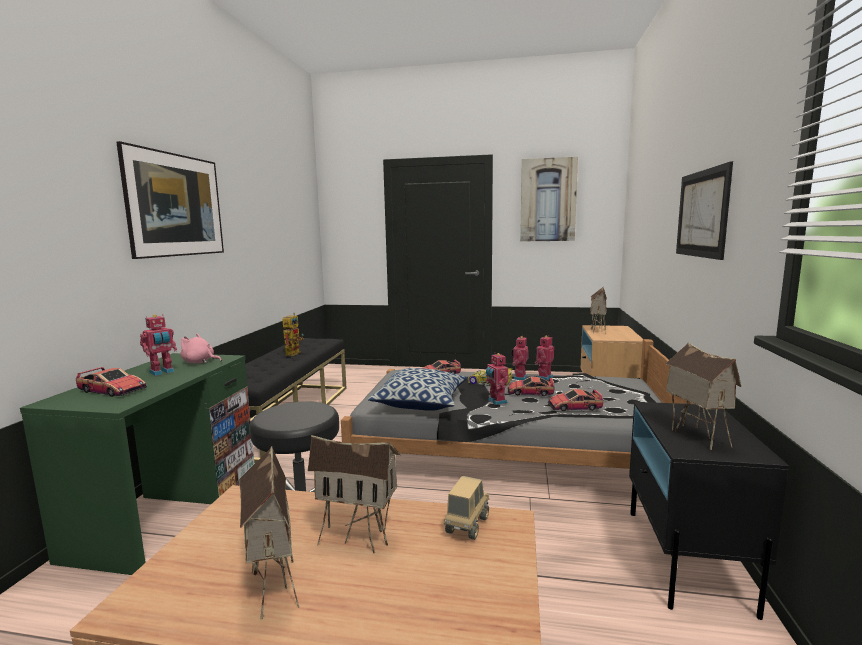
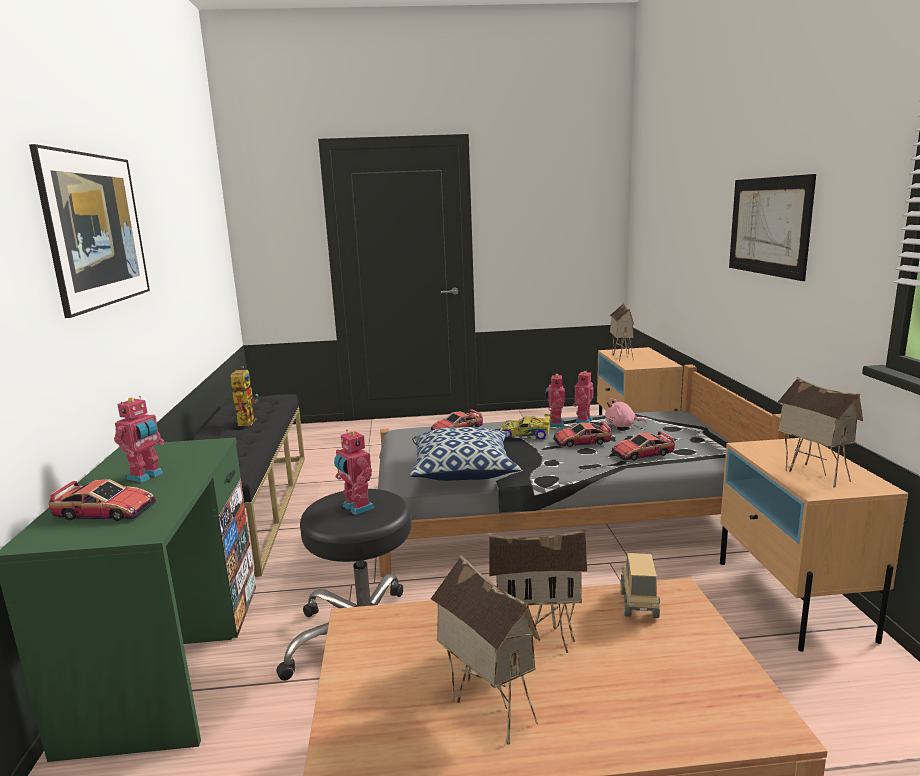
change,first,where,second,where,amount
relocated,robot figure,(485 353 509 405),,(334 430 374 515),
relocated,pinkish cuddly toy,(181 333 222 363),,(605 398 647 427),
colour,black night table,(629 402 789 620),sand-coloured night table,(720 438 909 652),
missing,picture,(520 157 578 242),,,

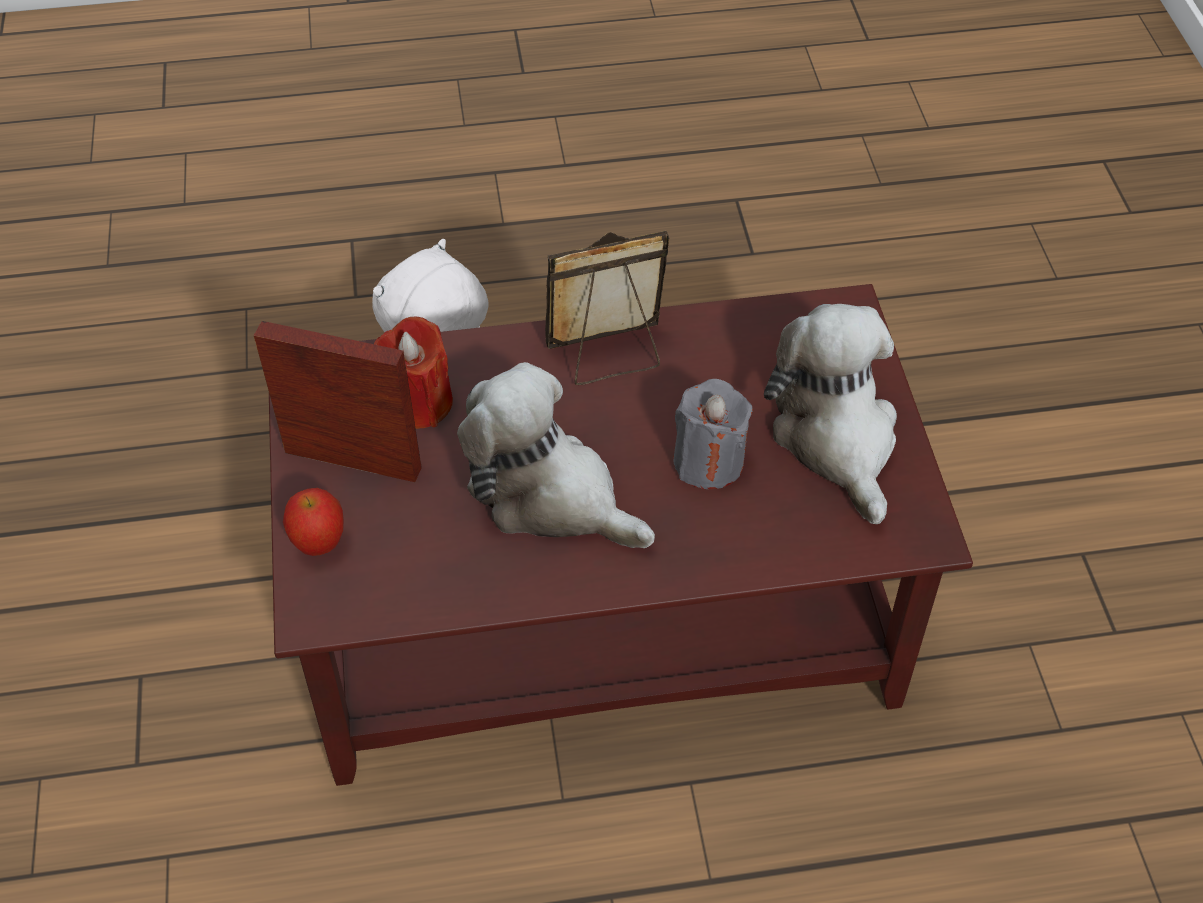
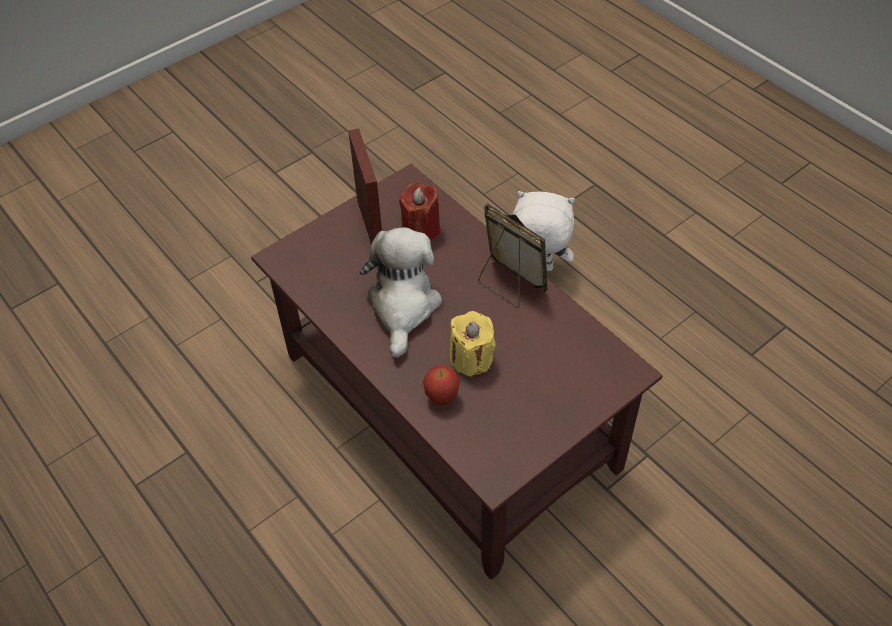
change,first,where,second,where,amount
relocated,whole apple,(283 488 344 556),,(423 365 460 405),
colour,grey candle,(673 379 753 489),yellow-coloured candle,(450 311 496 376),
missing,cuddly toy,(764 304 897 525),,,

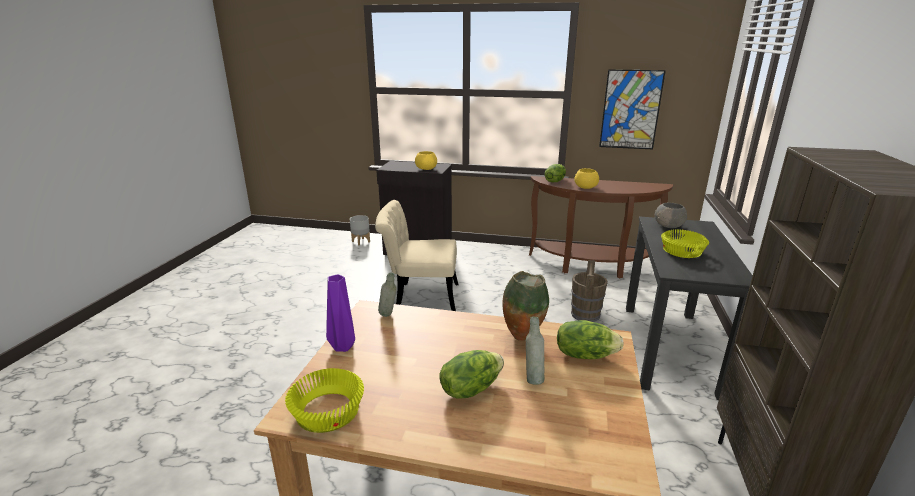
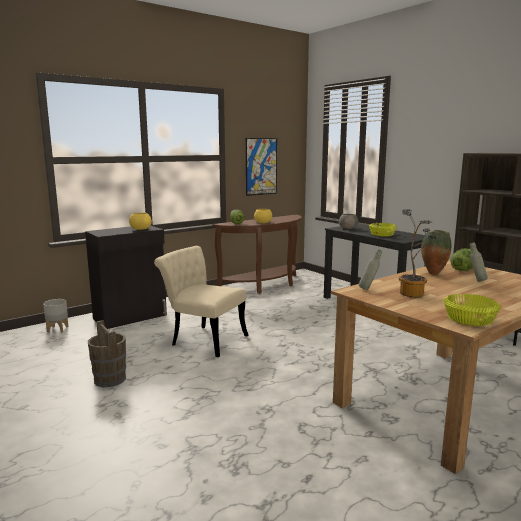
change,first,where,second,where,amount
relocated,brown-coloured pail,(571 260 608 322),,(88 320 126 387),
spun,sand-coloured plain chair,(375 200 458 311),,(154 246 249 358),75 degrees clockwise
appeared,,,houseplant,(399 209 437 297),
missing,purplish decorative vase,(326 274 355 352),,,
missing,lettuce head,(439 350 504 399),,,

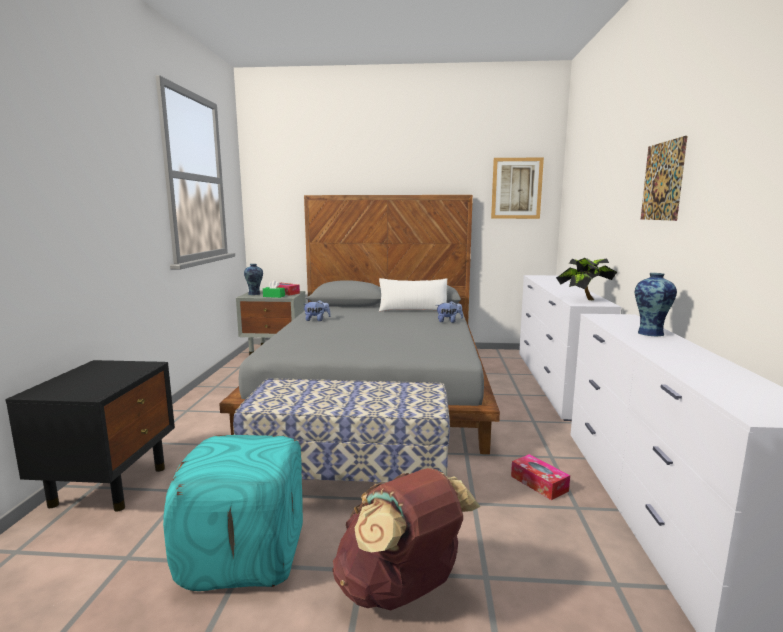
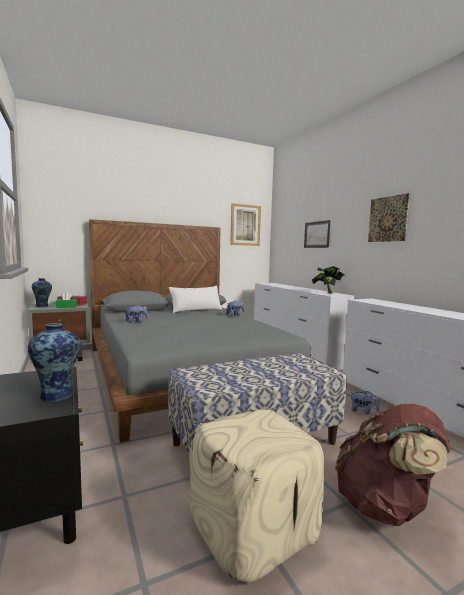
change,first,where,second,where,amount
relocated,decorative vase,(635 273 677 337),,(28 323 81 402),
colour,blue-green ottoman,(163 435 303 591),sand-coloured ottoman,(189 409 324 582),
appeared,,,picture,(304 220 331 248),
exchanged,tissue box,(511 454 570 500),cuddly toy,(350 391 379 415),

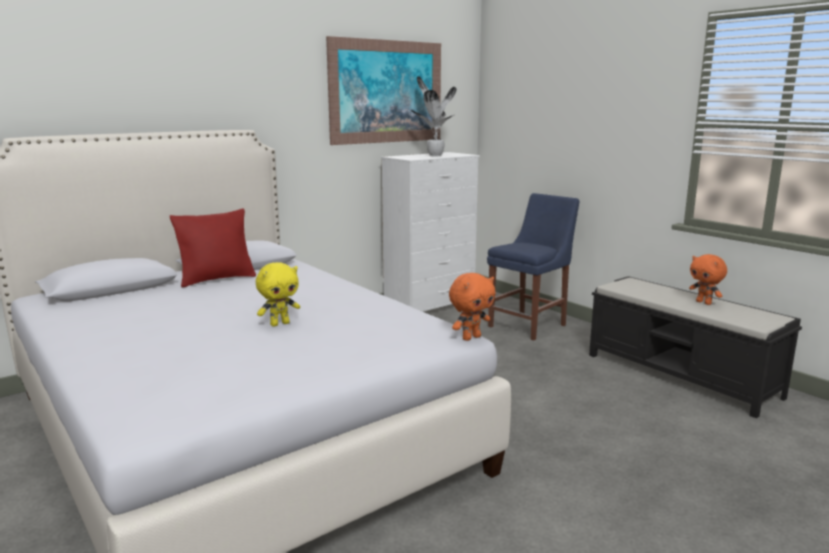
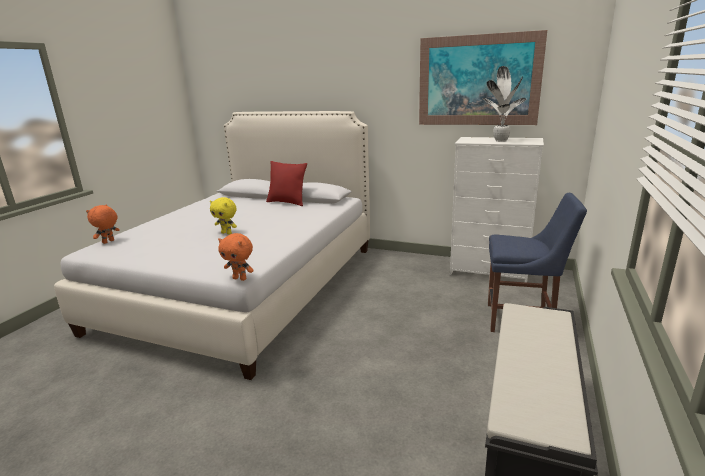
change,first,where,second,where,amount
relocated,orange cuddly toy,(689 254 727 305),,(86 204 120 244),

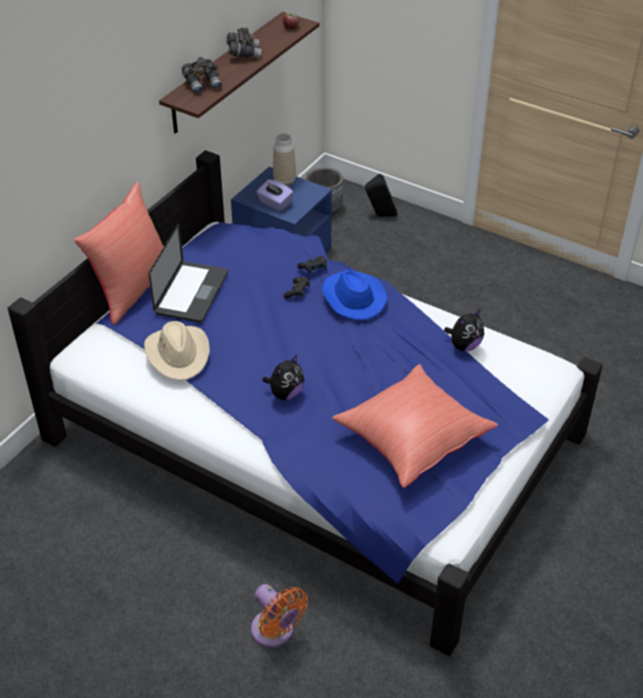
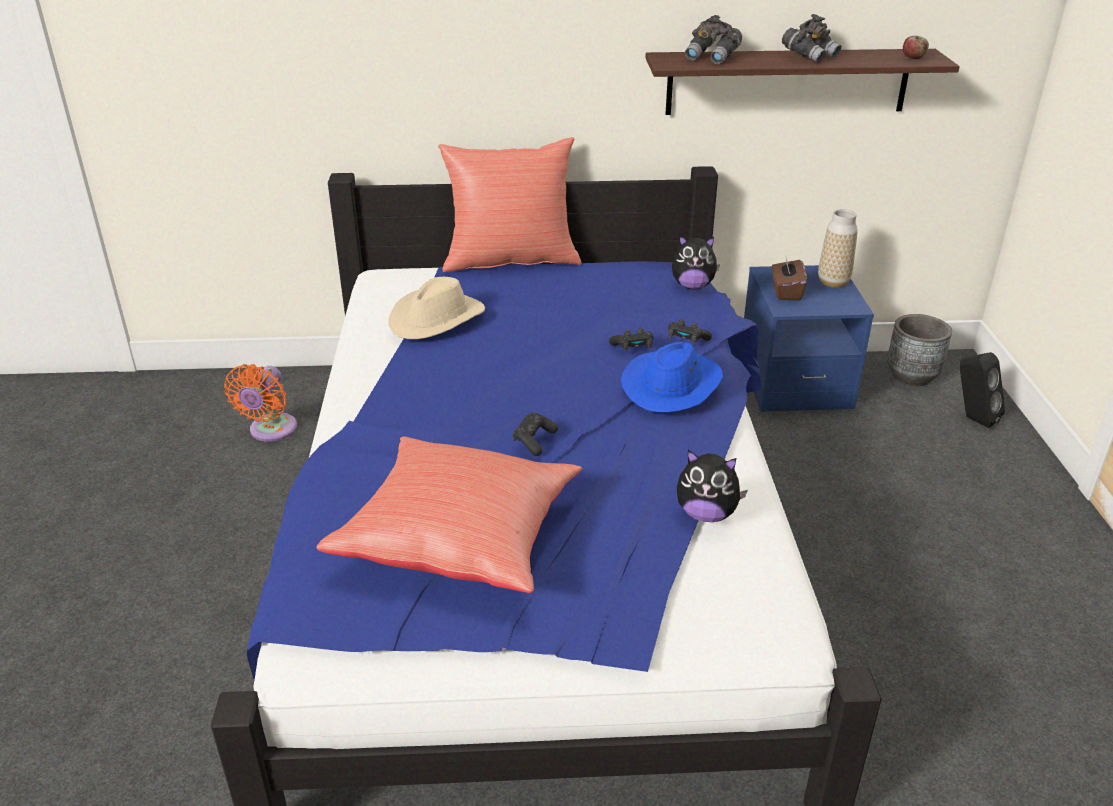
change,first,where,second,where,amount
relocated,orange cooling fan,(251 584 308 648),,(224 364 297 441),
appeared,,,black game controller,(513 412 558 456),
relocated,cuddly toy,(262 355 304 400),,(672 235 720 289),
colour,purplish tissue box,(256 179 294 211),brown-coloured tissue box,(772 258 807 300),
missing,notebook computer,(149 223 228 323),,,

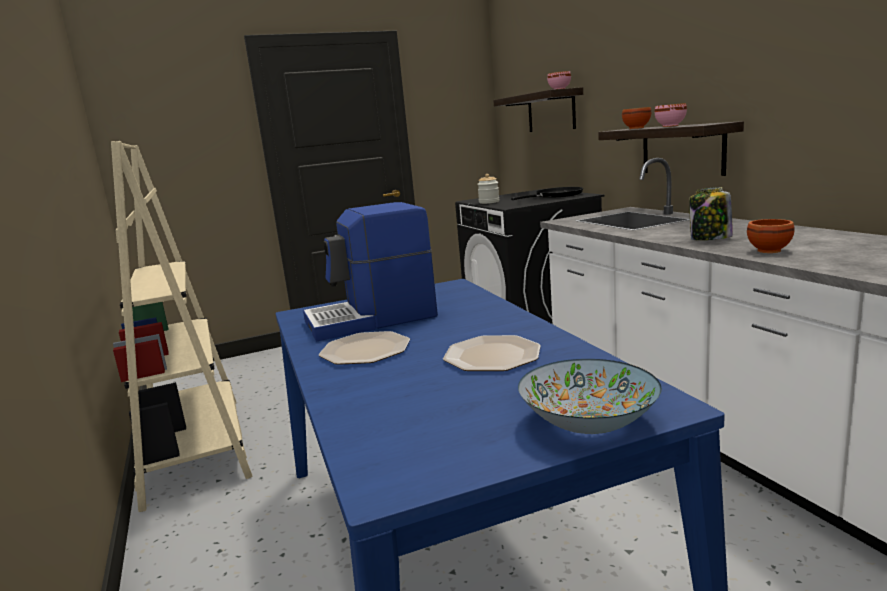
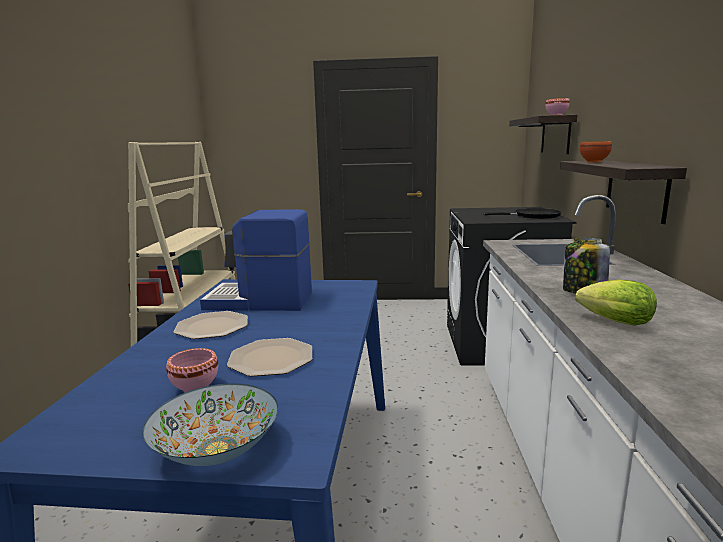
change,first,where,second,where,amount
relocated,pinkish deep dish,(654 103 687 127),,(166 348 218 393),
exchanged,brown-coloured deep dish,(747 219 795 253),lettuce head,(575 279 657 326),
missing,jar,(477 174 499 204),,,

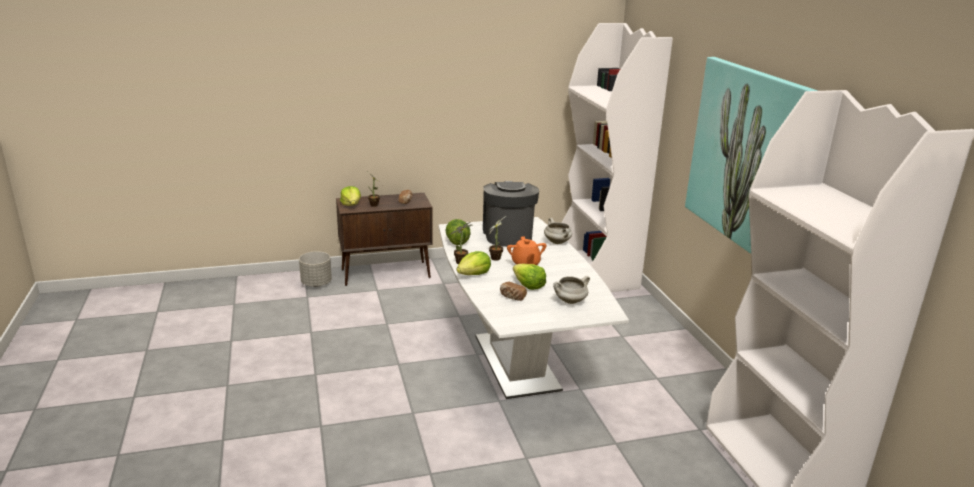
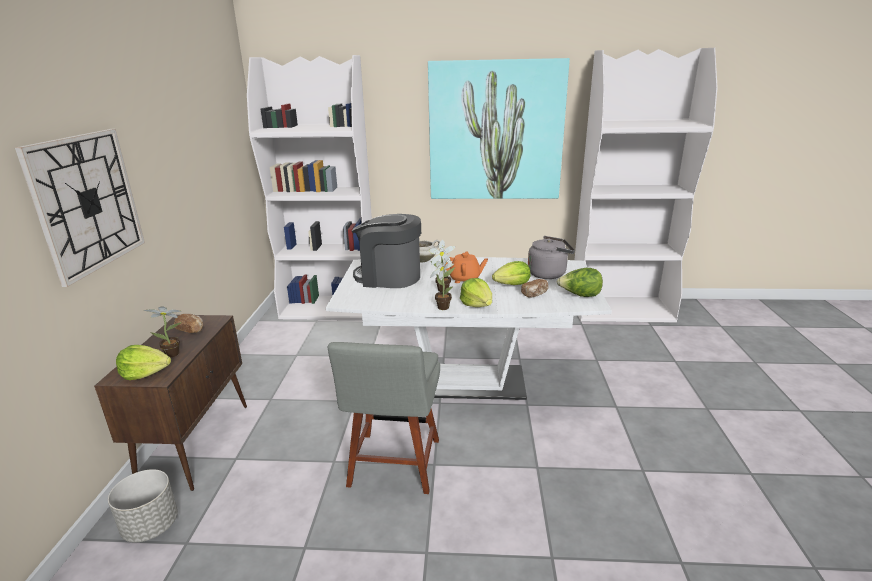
change,first,where,second,where,amount
appeared,,,wall clock,(15 129 145 287),
appeared,,,grey plain chair,(328 342 440 494),
exchanged,white-coloured stockpot,(553 276 590 304),grey tea kettle,(528 236 575 279),
relocated,lettuce head,(445 219 471 245),,(557 268 603 297),

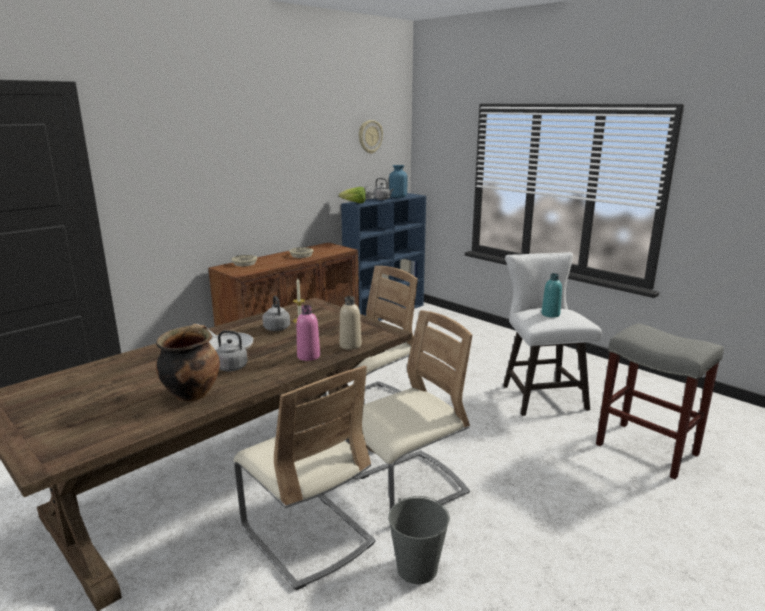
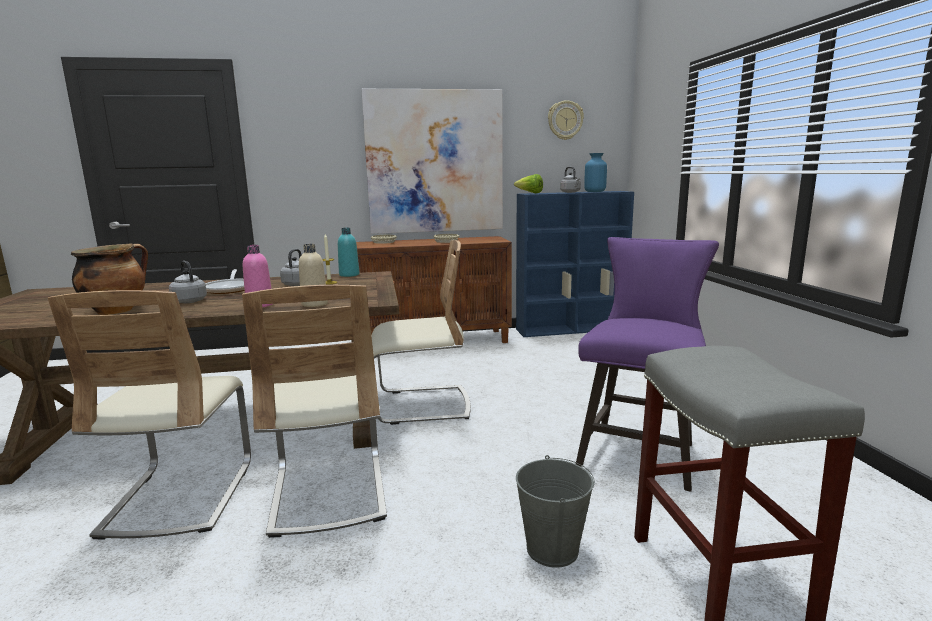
change,first,where,second,where,amount
spun,sand-coloured plain chair,(346 310 472 510),,(242 285 387 538),75 degrees clockwise
relocated,blue-green beverage bottle,(541 273 562 317),,(338 228 360 277),
appeared,,,picture,(361 89 503 234),
relocated,grey pail,(388 496 450 584),,(516 455 595 568),
colour,white-coloured stool seat,(503 252 602 416),purplish stool seat,(576 237 719 492),

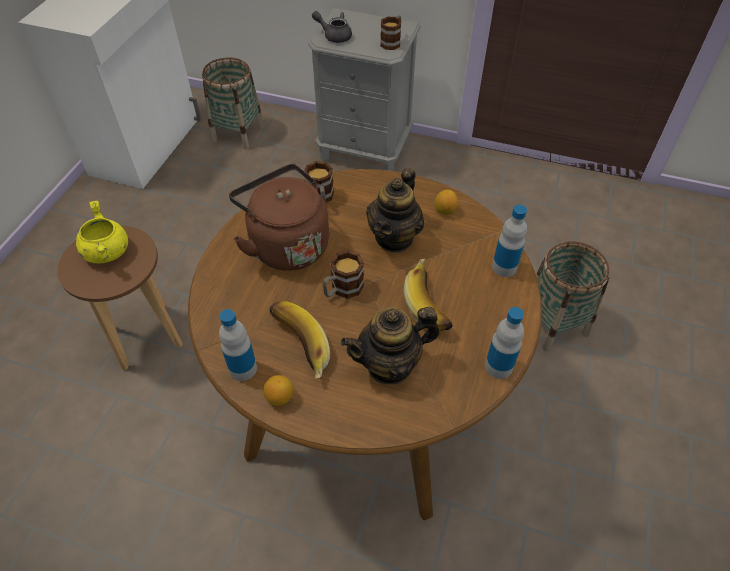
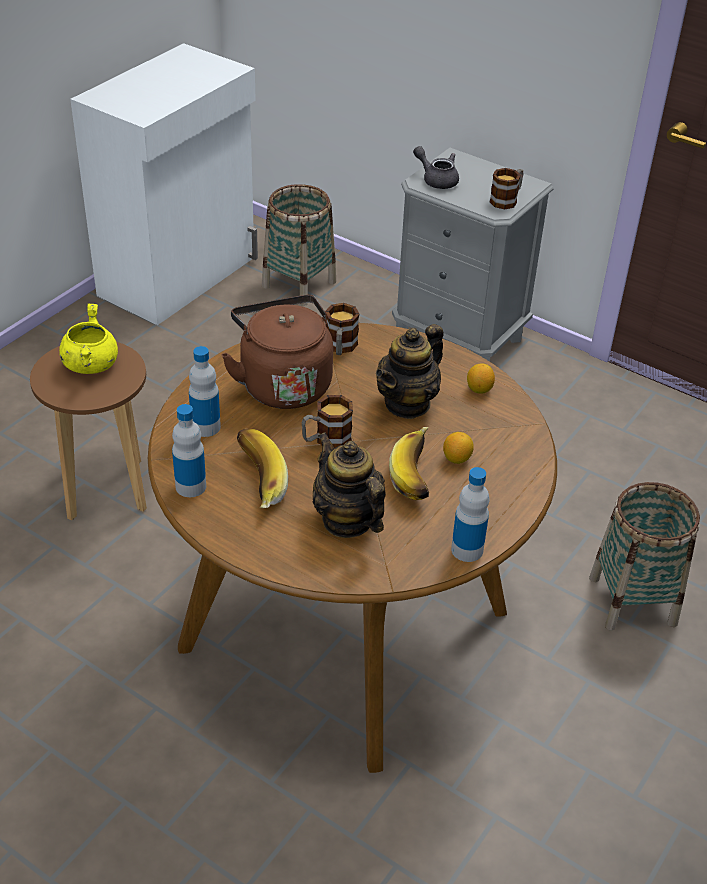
change,first,where,second,where,amount
relocated,beverage bottle,(492 205 527 277),,(189 346 221 437),
spun,tea pot,(341 307 440 384),,(313 432 386 538),60 degrees clockwise
relocated,lemon,(263 375 293 406),,(443 432 474 464),

